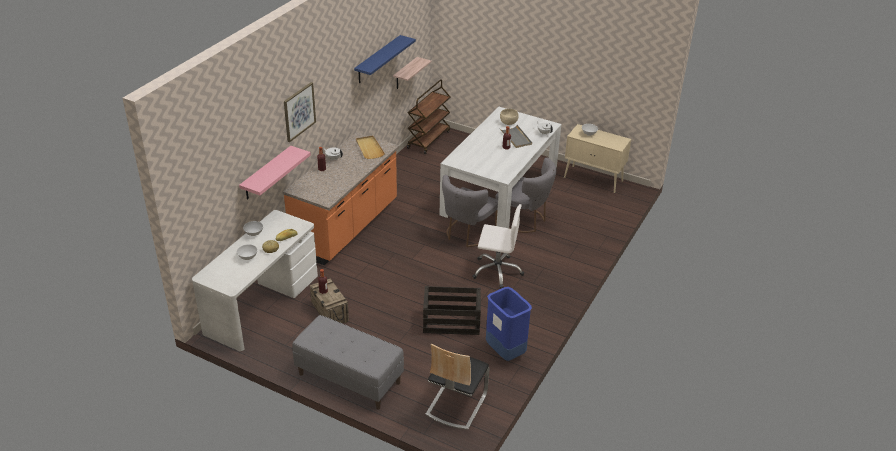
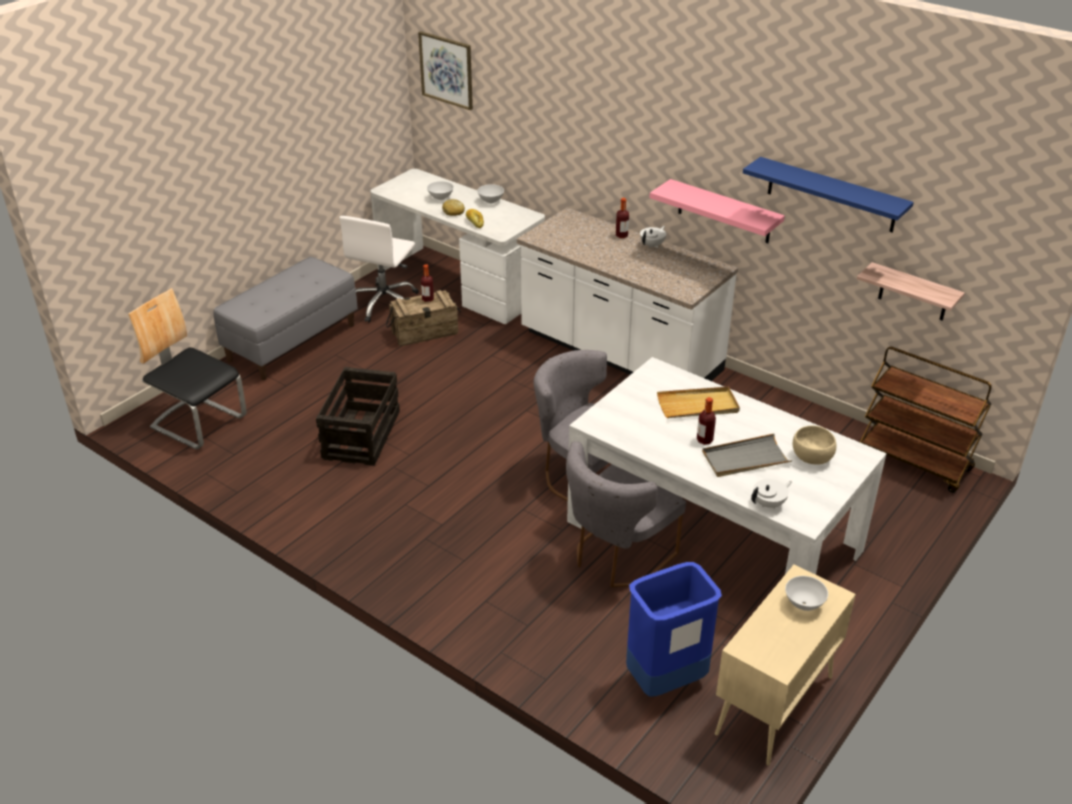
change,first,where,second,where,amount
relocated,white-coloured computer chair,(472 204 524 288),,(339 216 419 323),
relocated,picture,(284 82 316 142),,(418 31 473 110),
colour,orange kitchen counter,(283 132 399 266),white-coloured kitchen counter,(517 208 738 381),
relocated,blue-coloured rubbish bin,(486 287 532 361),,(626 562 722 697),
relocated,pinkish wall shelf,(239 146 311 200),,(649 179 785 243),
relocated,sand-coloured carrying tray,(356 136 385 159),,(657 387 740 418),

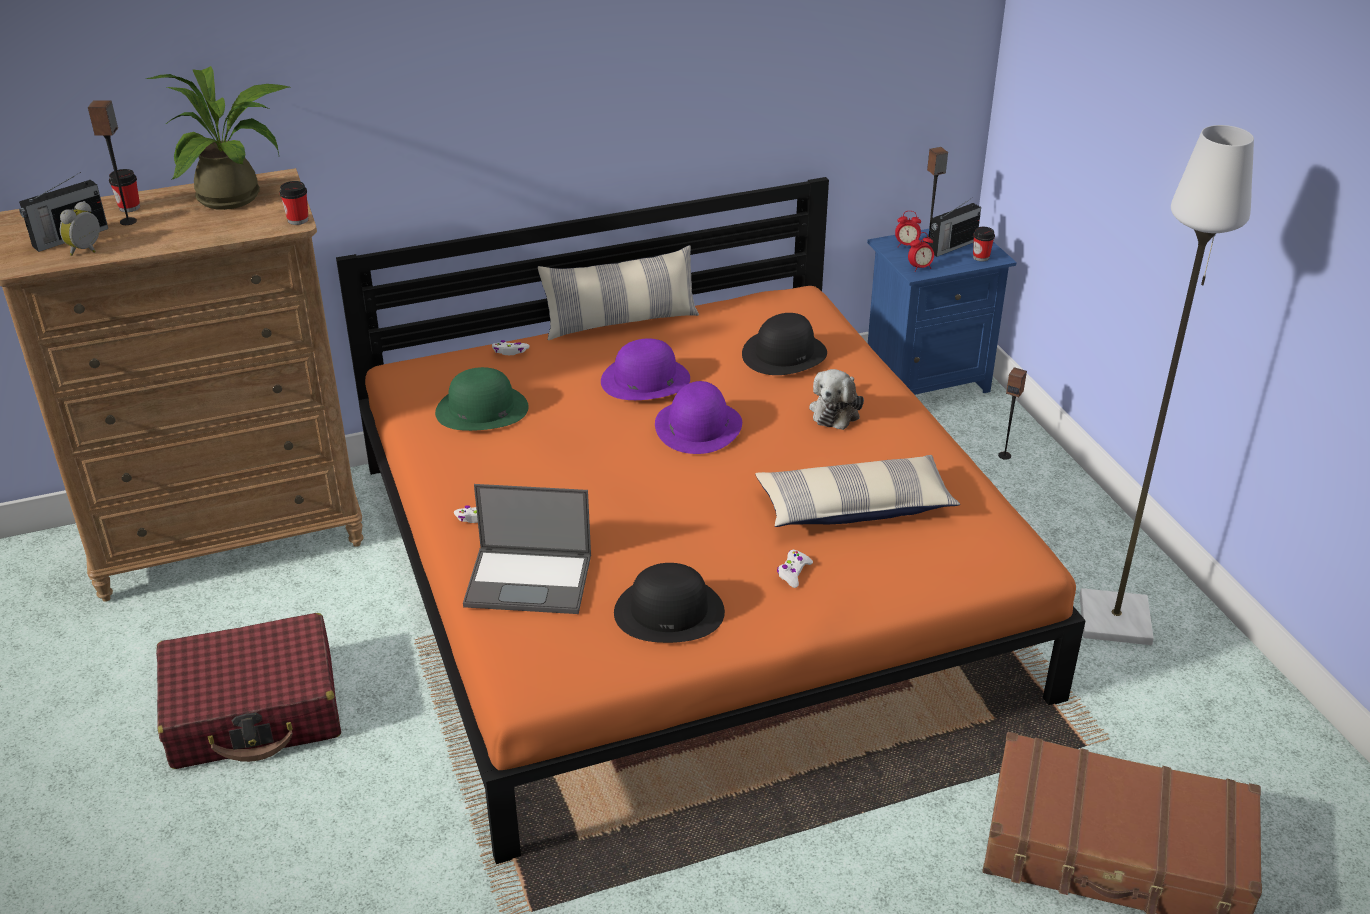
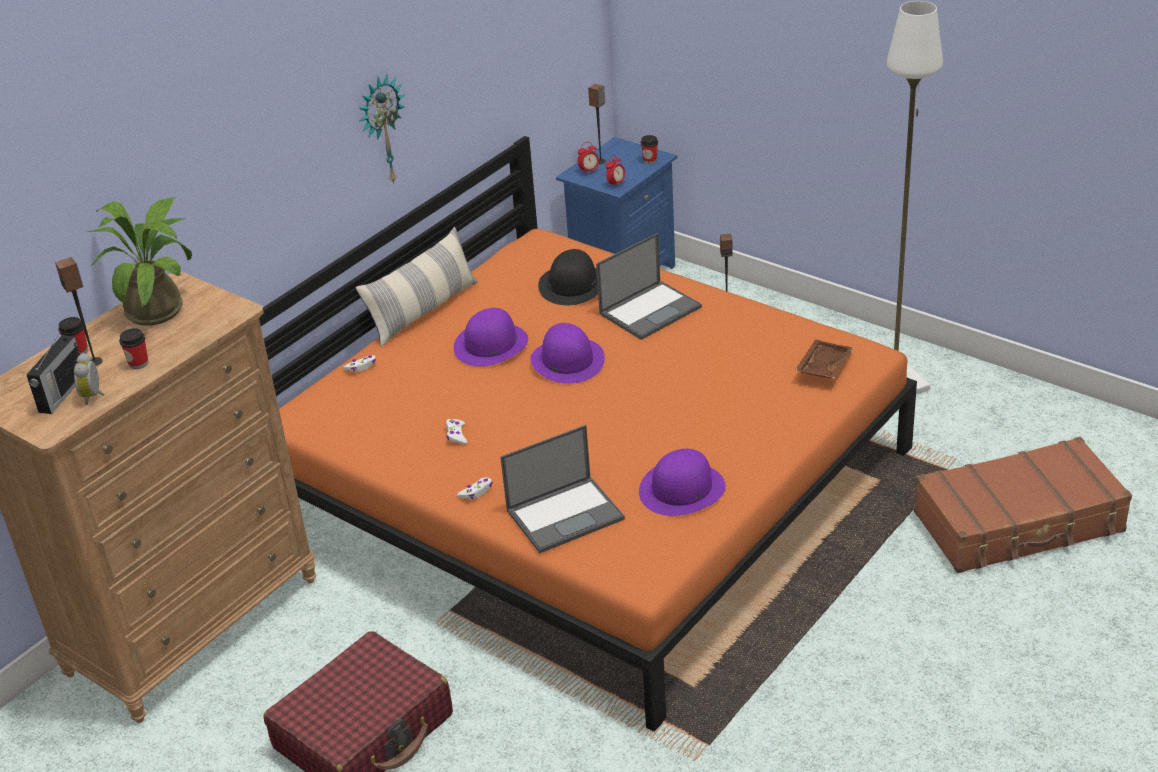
change,first,where,second,where,amount
relocated,cup,(280 181 309 225),,(119 328 149 369),
appeared,,,wall clock,(359 75 405 185),
relocated,white-coloured game controller,(777 550 813 588),,(446 419 467 445),
exchanged,cuddly toy,(809 369 864 430),notebook computer,(596 233 702 340),
colour,black clothing hat,(614 563 725 643),purplish clothing hat,(639 449 726 516),
appeared,,,brown-coloured carrying tray,(795 339 854 379),
missing,greenish clothing hat,(435 367 529 431),,,
missing,cushion,(755 455 960 527),,,
missing,radio set,(929 198 981 257),,,

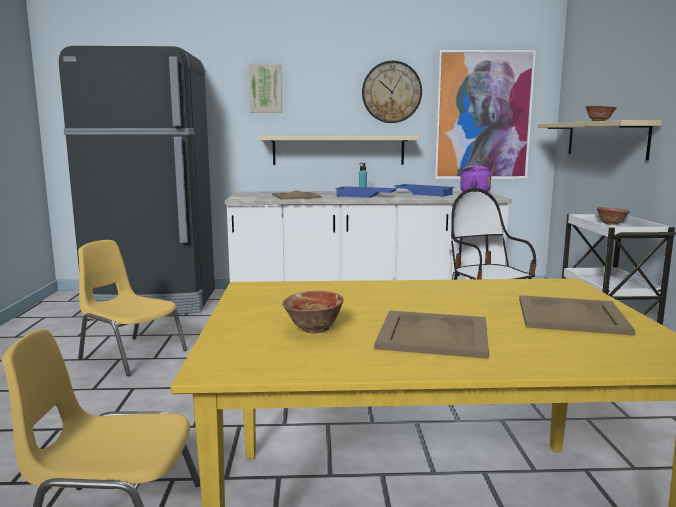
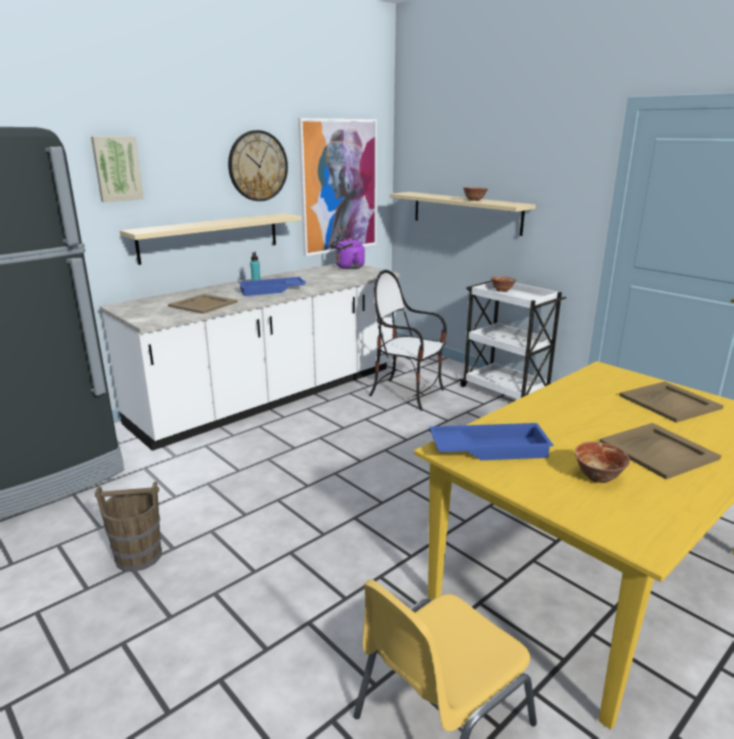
change,first,where,second,where,amount
exchanged,yellow-coloured plain chair,(78 240 187 376),brown-coloured pail,(95 482 162 572),
relocated,blue-coloured carrying tray,(395 184 454 197),,(429 423 553 460),

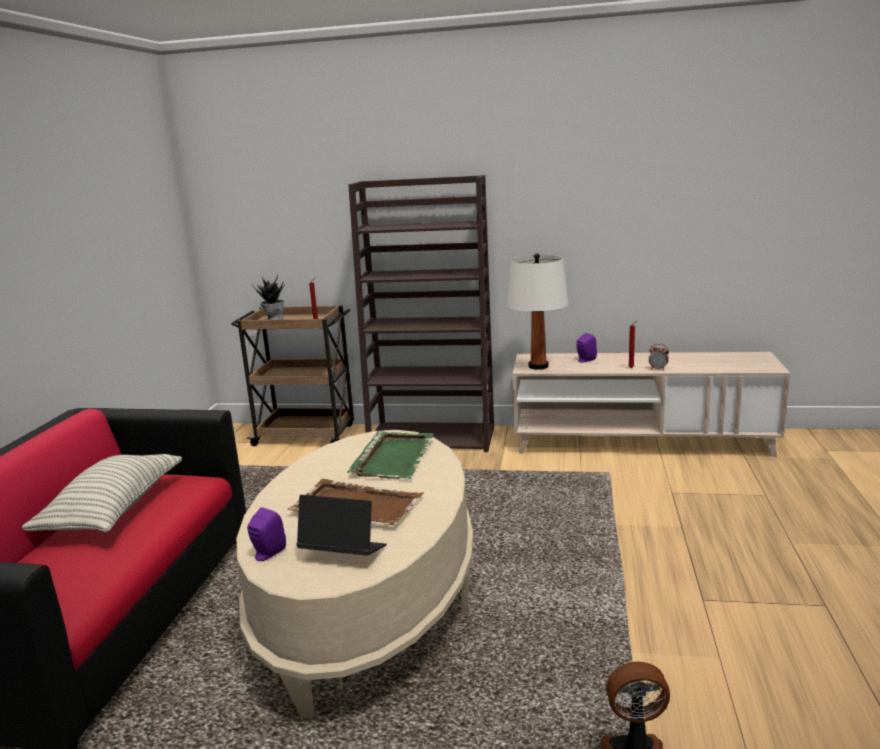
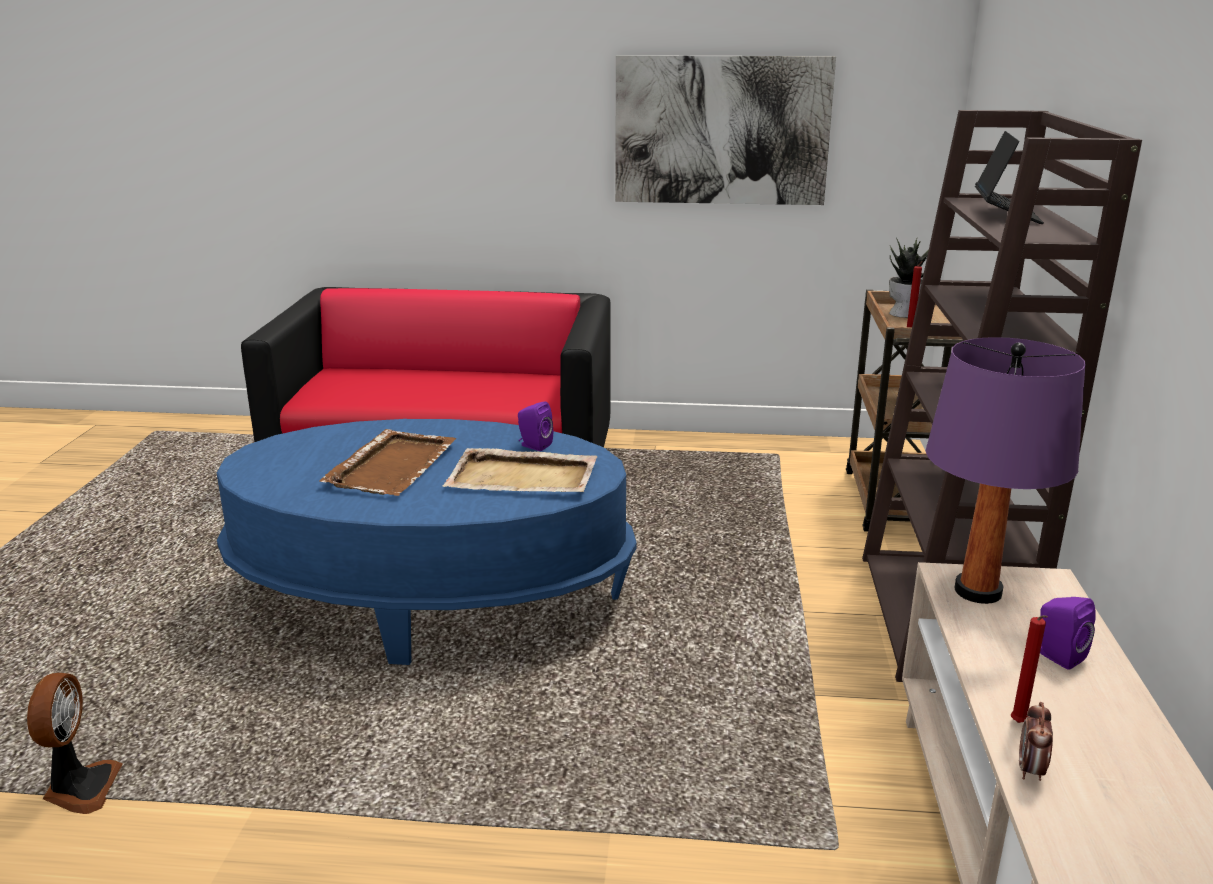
change,first,where,second,where,amount
colour,sand-coloured low table,(236 430 474 719),blue-coloured low table,(217 419 637 665),
colour,greenish carrying tray,(347 431 434 479),sand-coloured carrying tray,(442 448 597 492),
relocated,purplish speaker,(247 507 286 561),,(518 401 553 451),
appeared,,,picture,(615 55 836 205),
colour,white-coloured tabletop lamp,(507 253 568 370),purplish tabletop lamp,(926 337 1086 604),
relocated,notebook computer,(297 495 387 556),,(975 131 1044 224),
missing,cushion,(22 454 182 533),,,

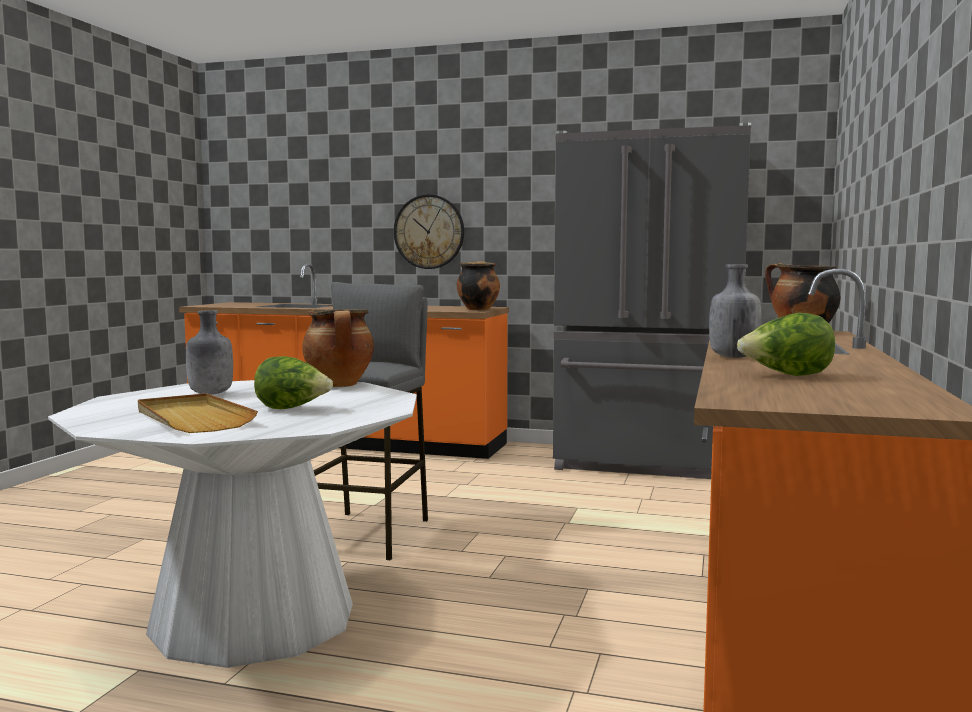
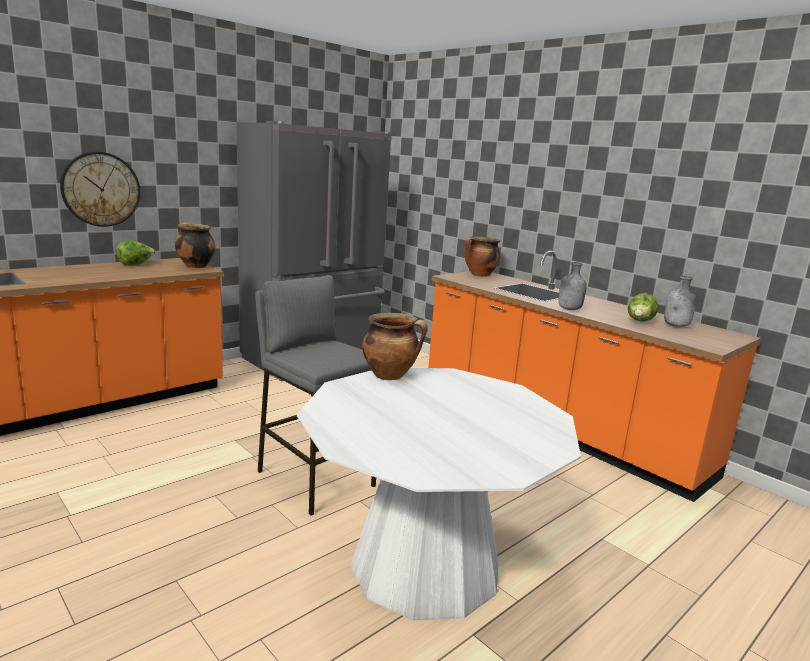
change,first,where,second,where,amount
relocated,lettuce head,(254 356 333 409),,(116 241 155 266),
relocated,grey beverage bottle,(186 310 233 395),,(664 276 697 327),
missing,sand-coloured carrying tray,(138 393 258 433),,,

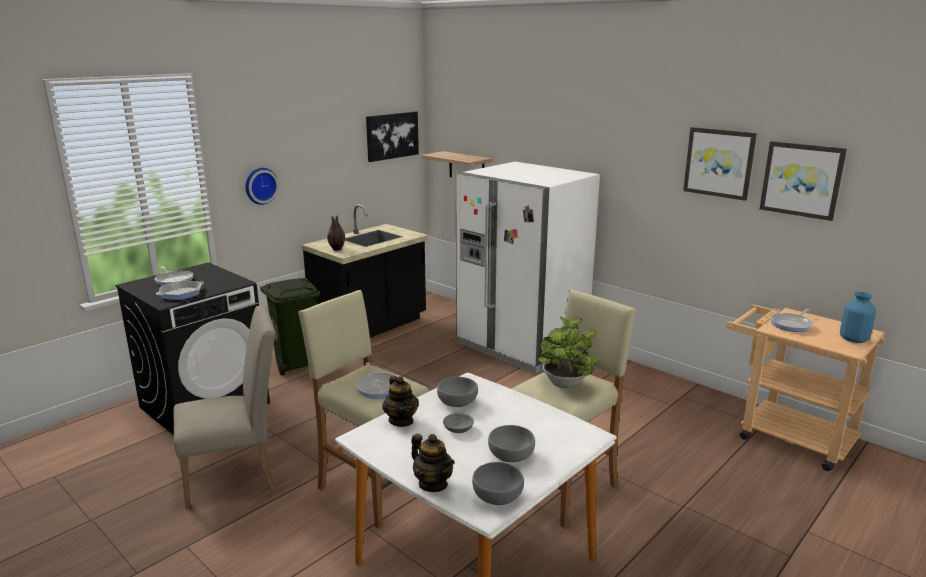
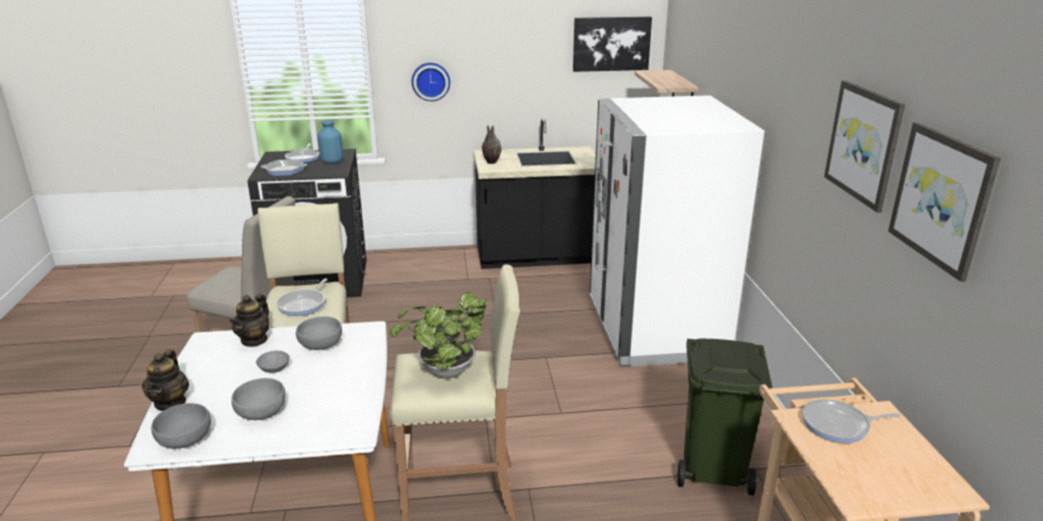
change,first,where,second,where,amount
relocated,blue-coloured decorative vase,(840 292 876 343),,(317 121 343 164),
relocated,greenish rubbish bin,(260 278 320 376),,(677 339 772 495),

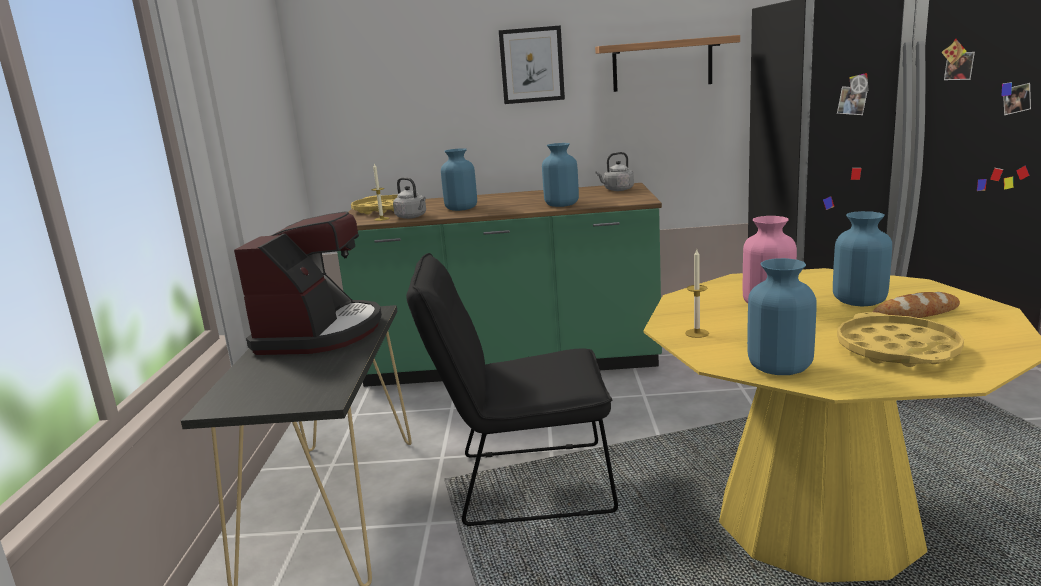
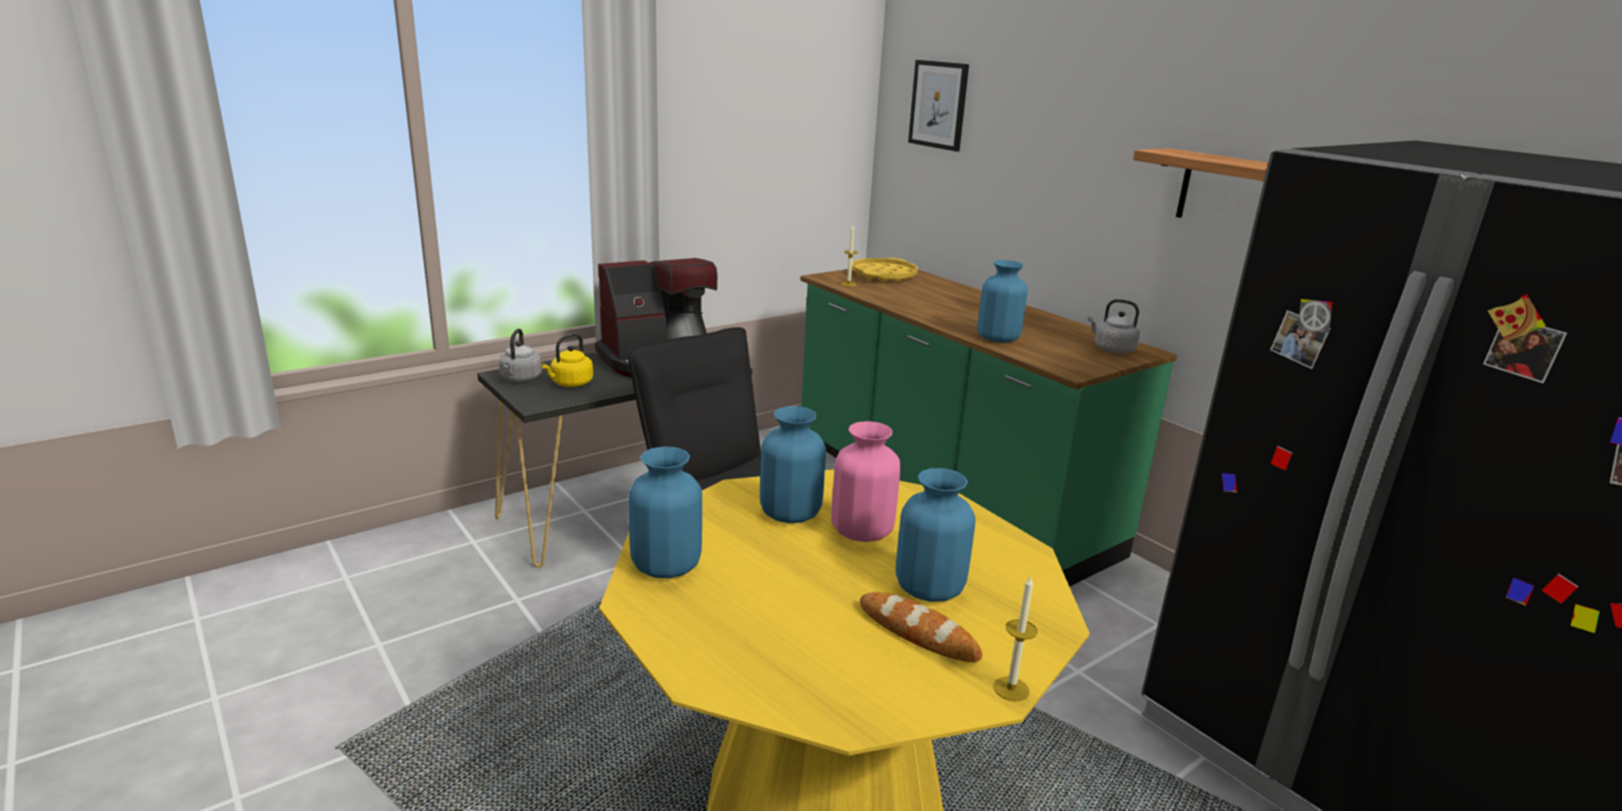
change,first,where,second,where,amount
relocated,grey tea kettle,(393 177 426 219),,(499 329 542 382),
appeared,,,yellow-coloured tea kettle,(541 333 593 387),
relocated,blue-coloured decorative vase,(441 148 477 211),,(760 406 826 523),
relocated,picture,(499 25 565 104),,(908 60 969 152),
relocated,candle,(685 249 709 338),,(994 575 1037 702),
missing,yellow-coloured carrying tray,(837 312 964 367),,,

